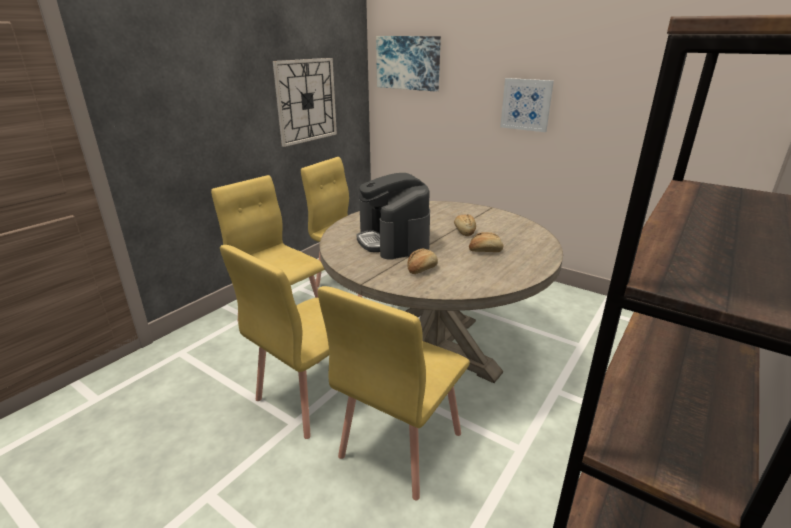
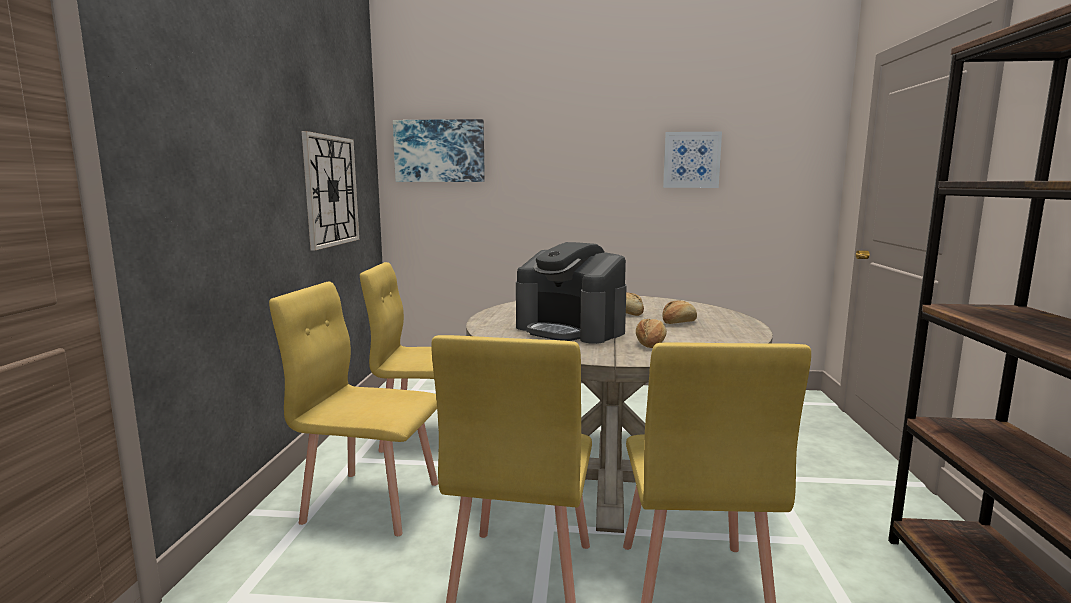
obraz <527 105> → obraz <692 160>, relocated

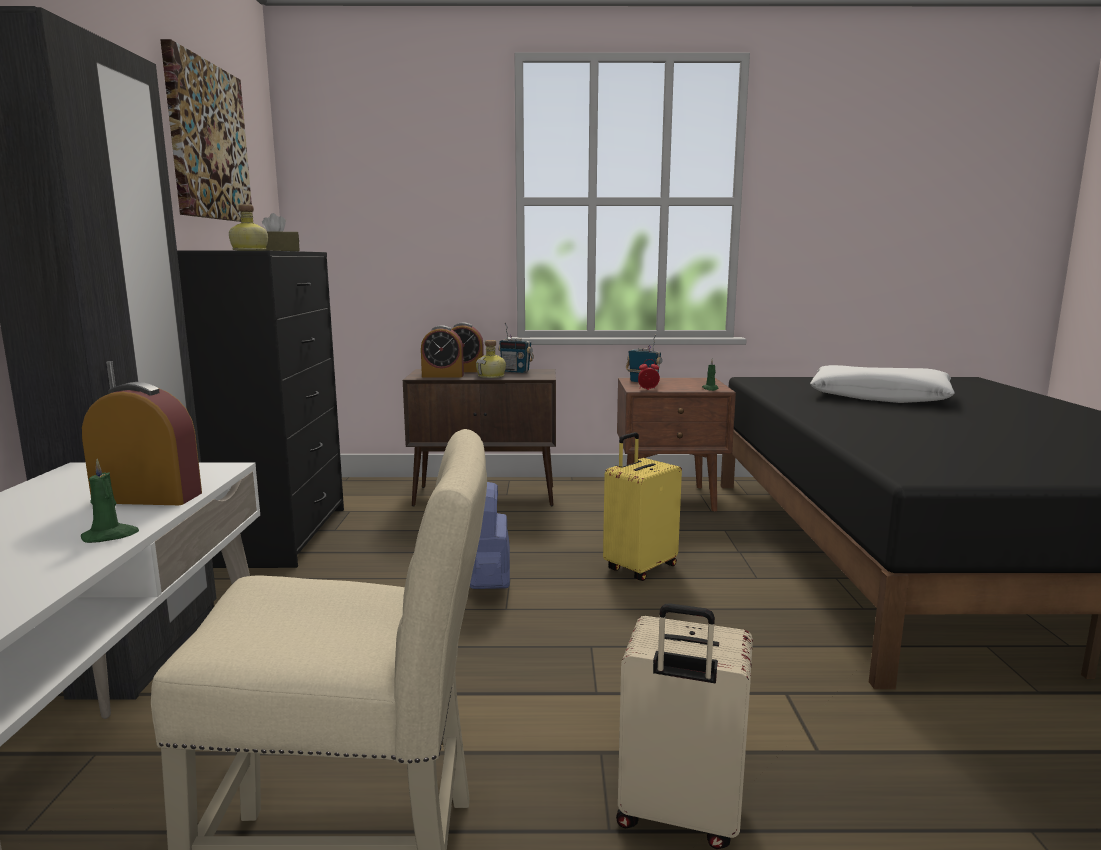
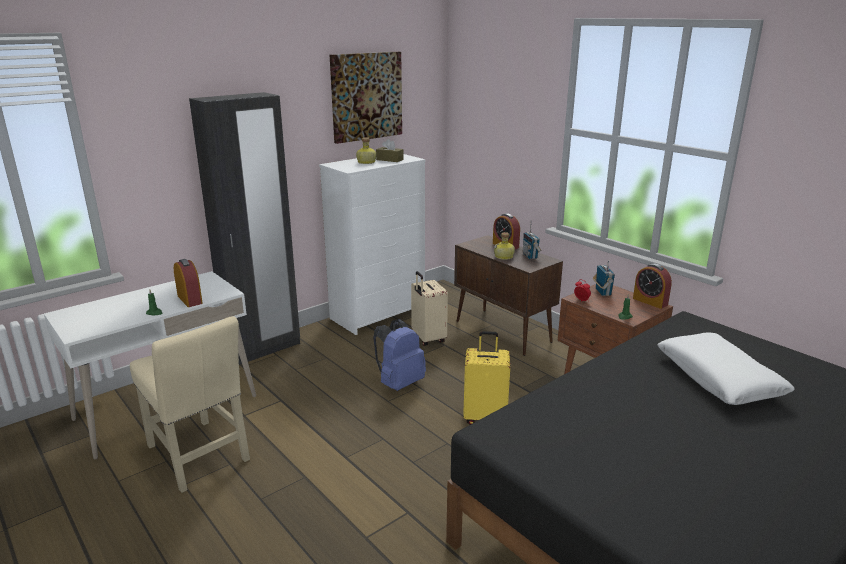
budzik <442 351> → budzik <652 286>, relocated
walizka (beżowy) <684 726> → walizka (beżowy) <429 308>, relocated
komoda (czarny) <260 409> → komoda (biały) <372 244>

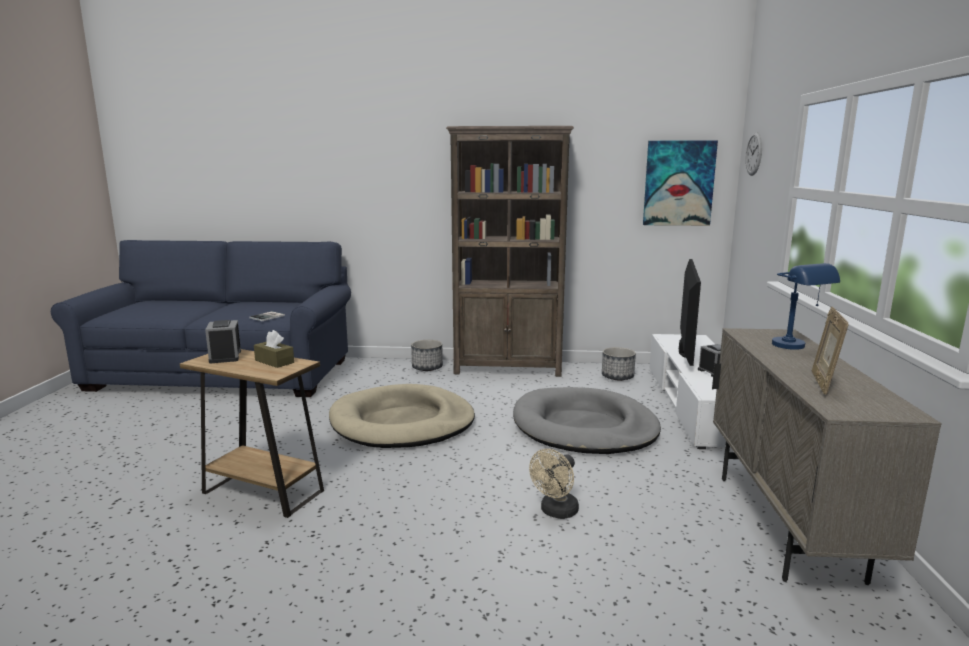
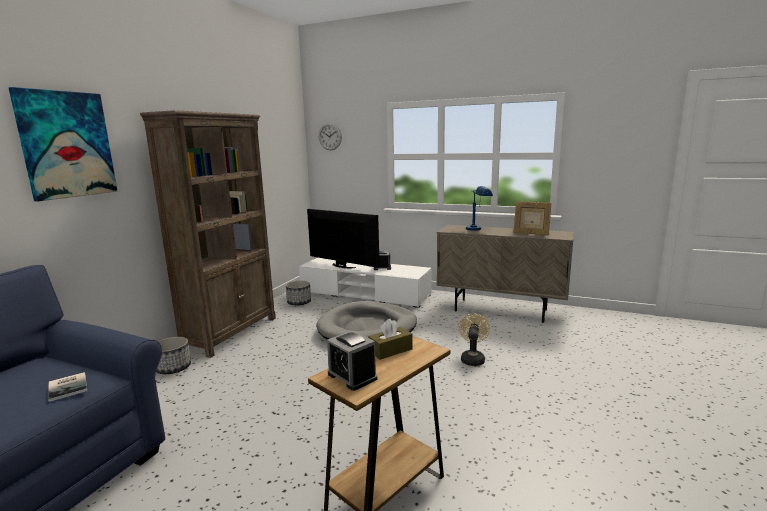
legowisko (beżowy) <402 416> → -
obraz <680 183> → obraz <62 144>, relocated
budzik <223 341> → budzik <352 360>, 45 degrees clockwise
wentylator (beżowy) <554 484> → wentylator (beżowy) <474 340>, 135 degrees counterclockwise

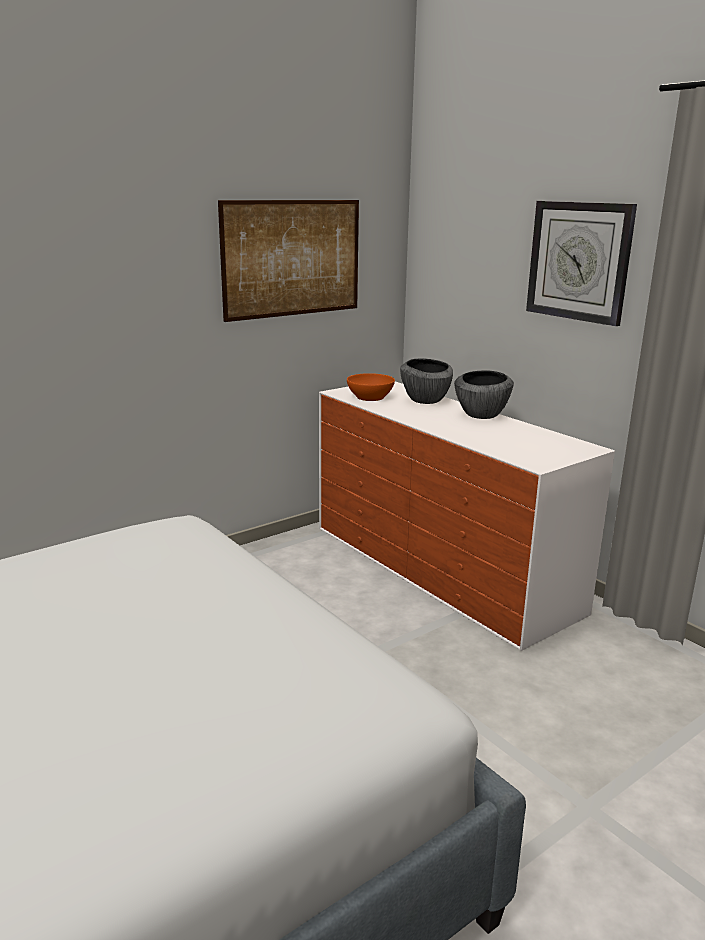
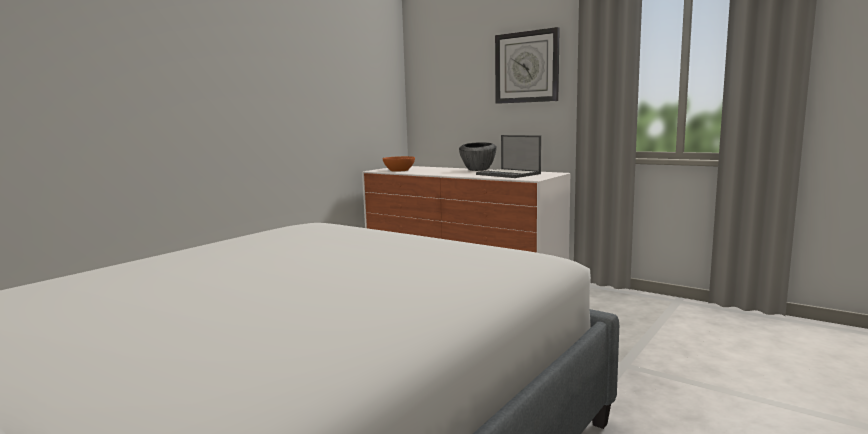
obraz <288 261> → -
miska <426 381> → -
- → laptop <508 156>

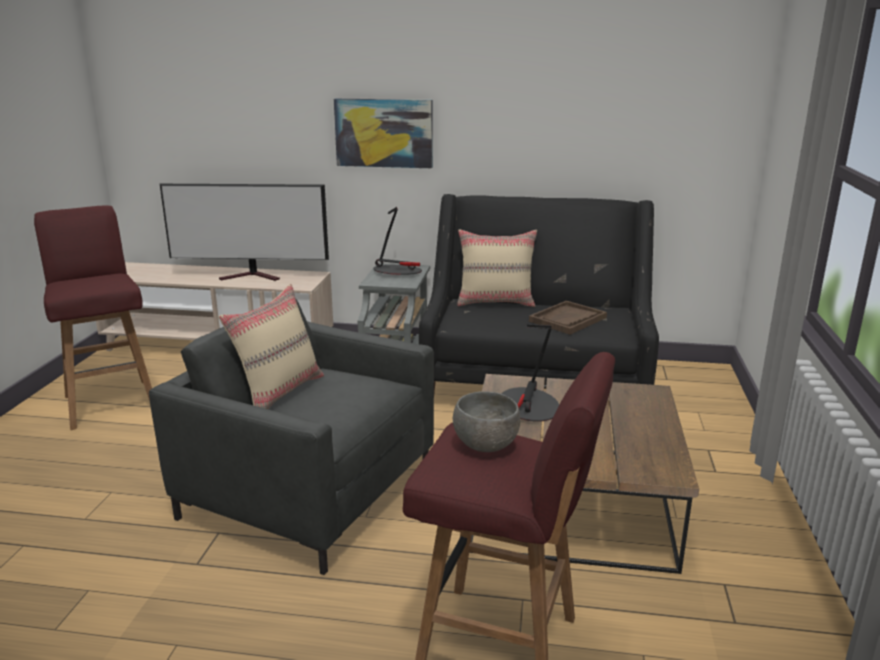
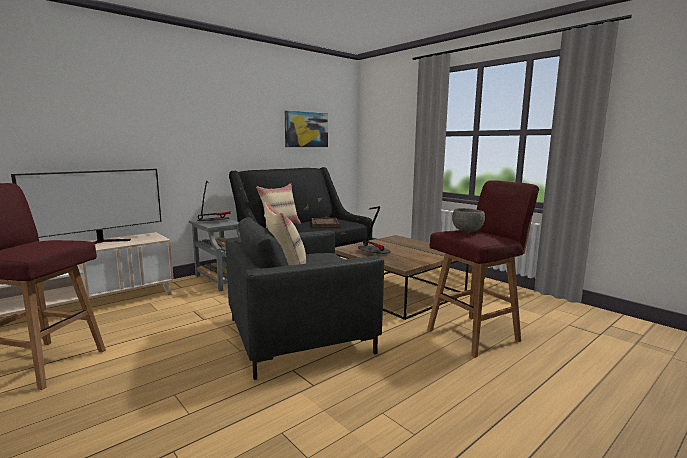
obraz <383 133> → obraz <306 129>, relocated

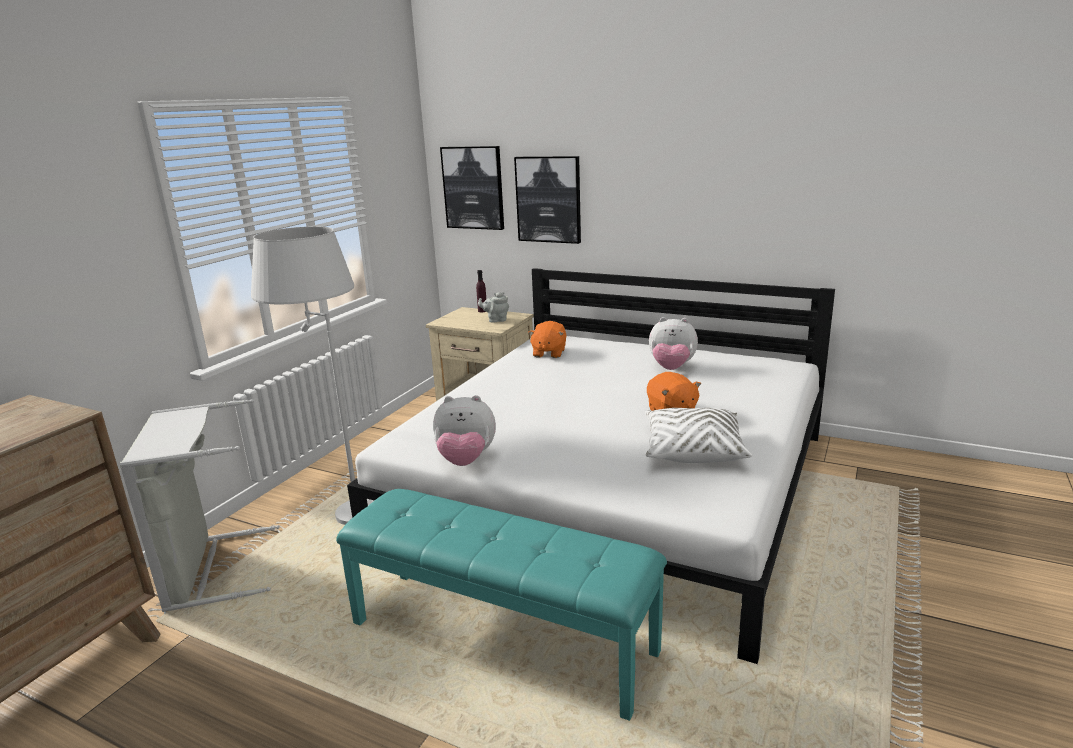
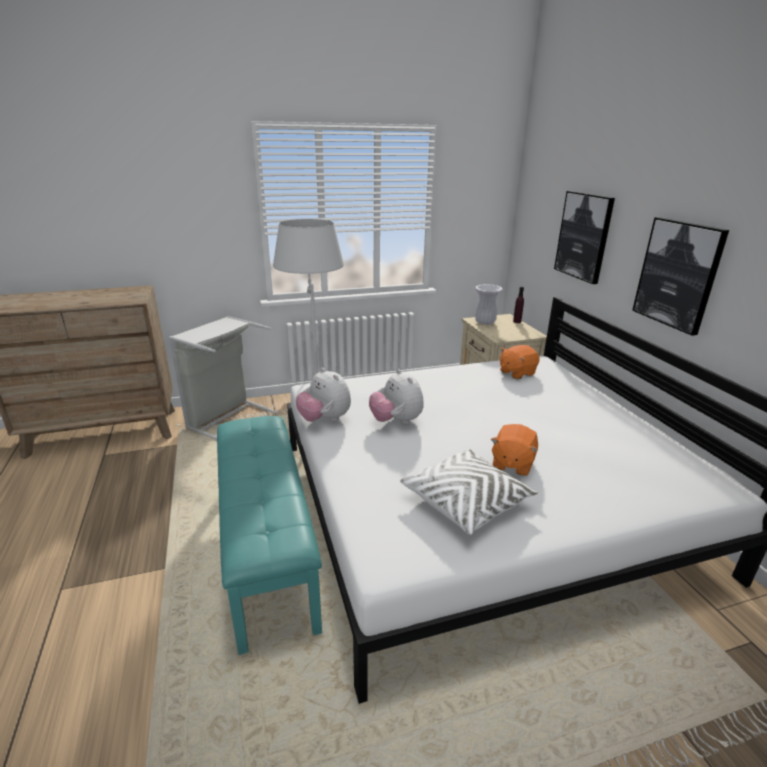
imbryk (szary) <493 307> → -
- → wazon (biały) <489 304>
obraz <472 188> → obraz <680 276>, relocated
pluszak <673 343> → pluszak <396 396>, relocated

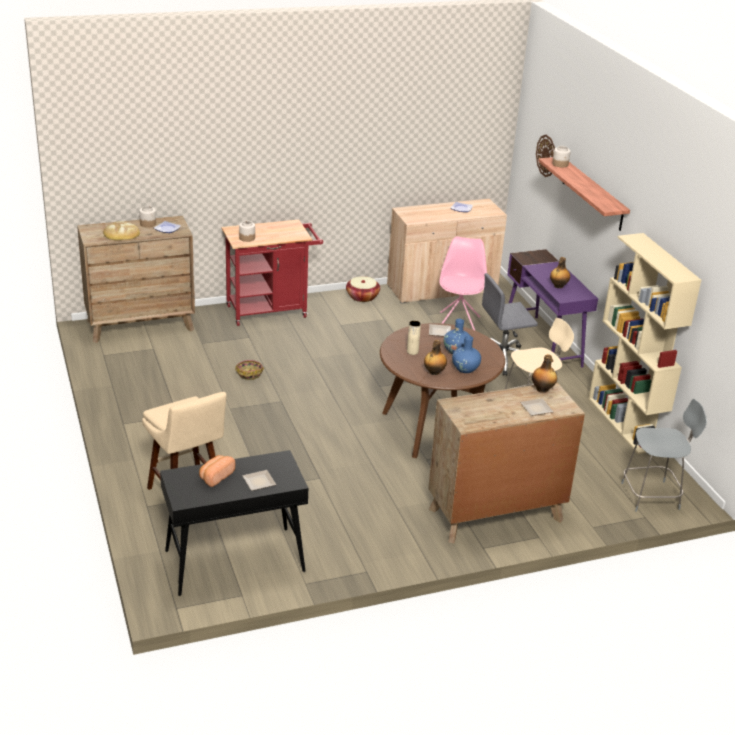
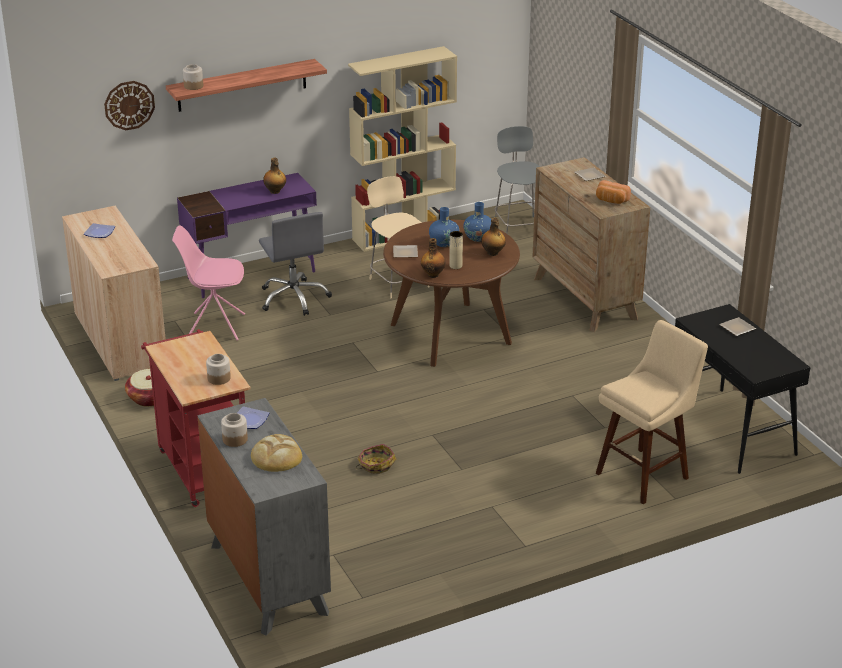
chleb <217 471> → chleb <613 192>, relocated
butelka <544 373> → butelka <433 258>, relocated
komoda (brązowy) <136 279> → komoda (szary) <264 517>

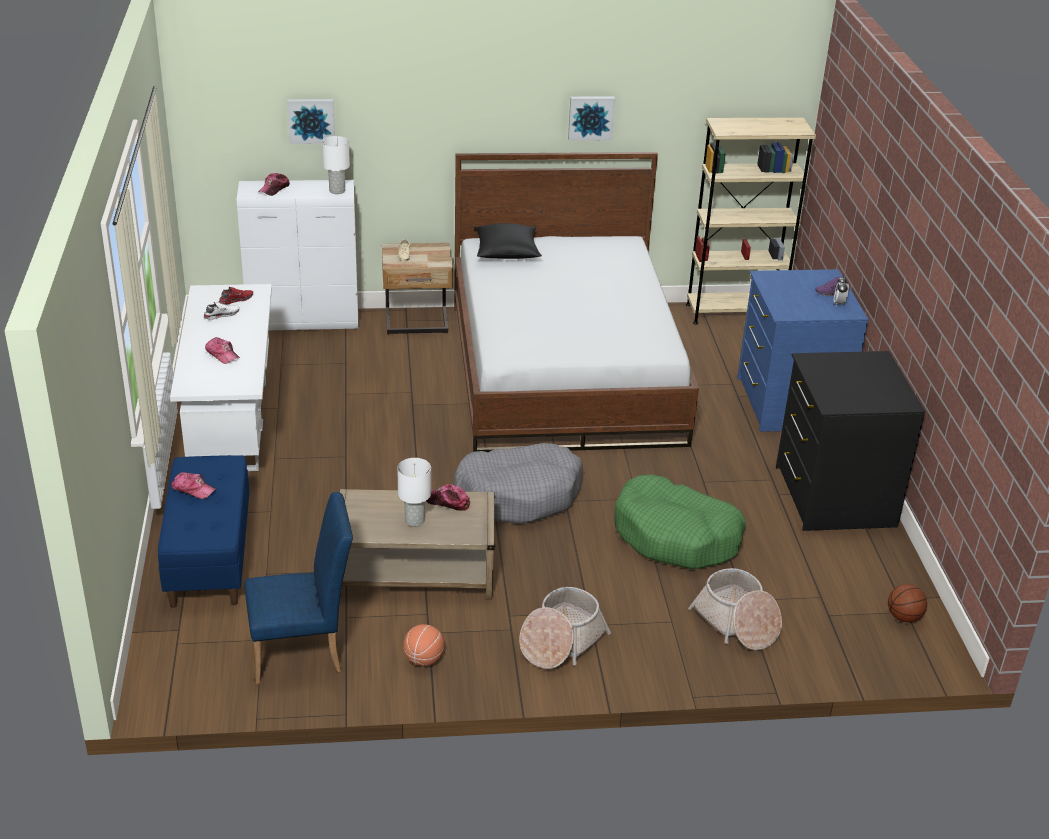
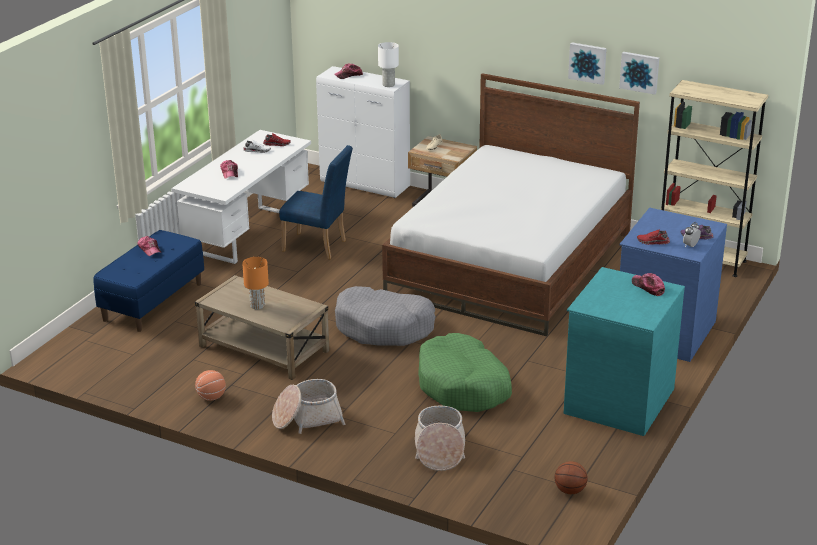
poduszka (czarny) <508 241> → -
- → but (czerwony) <653 237>
krzesło (niebieski) <298 588> → krzesło (niebieski) <316 202>, relocated
obraz <311 121> → obraz <639 73>, relocated
czapka z daszkiem <448 497> → czapka z daszkiem <648 284>, relocated
lampa stołowa (biały) <414 492> → lampa stołowa (pomarańczowy) <255 283>
komoda (czarny) <850 441> → komoda (turkusowy) <624 351>

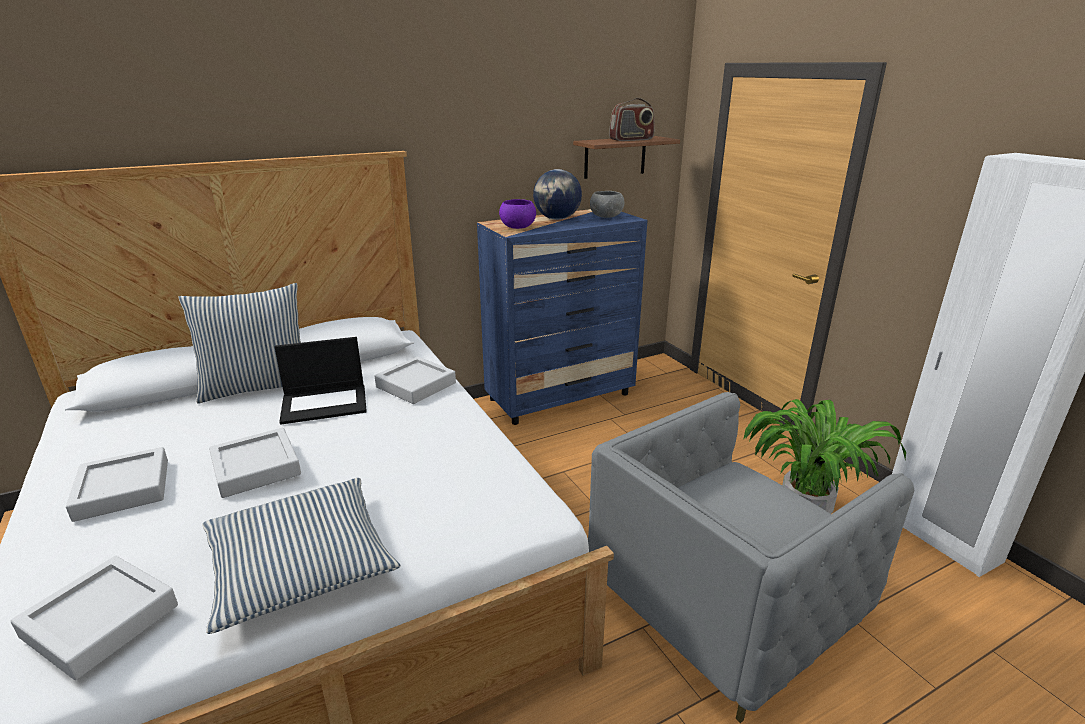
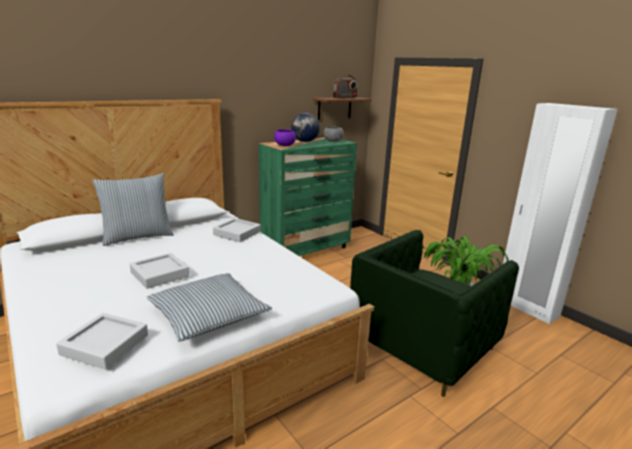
taca (szary) <117 484> → -
laptop <321 381> → -
komoda (niebieski) <562 317> → komoda (zielony) <308 197>
fotel (szary) <751 557> → fotel (zielony) <434 313>

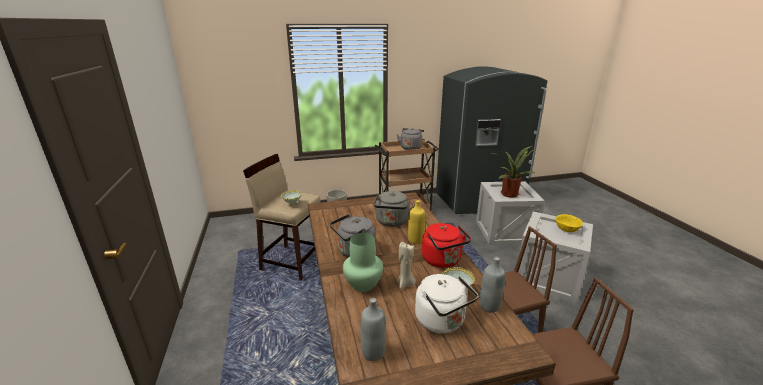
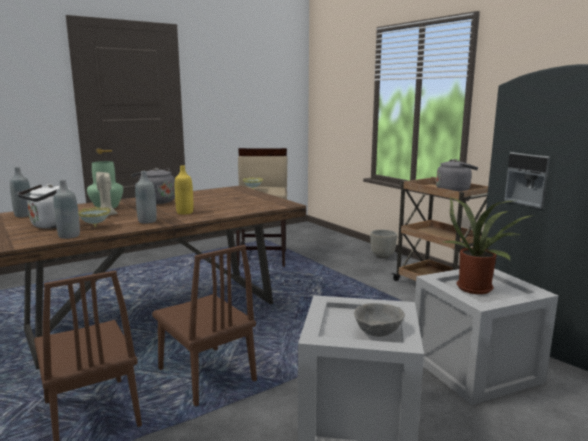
czajnik (szary) <394 209> → -
czajnik (czerwony) <446 245> → butelka (szary) <146 197>
miska (żółty) <569 223> → miska (szary) <379 320>

